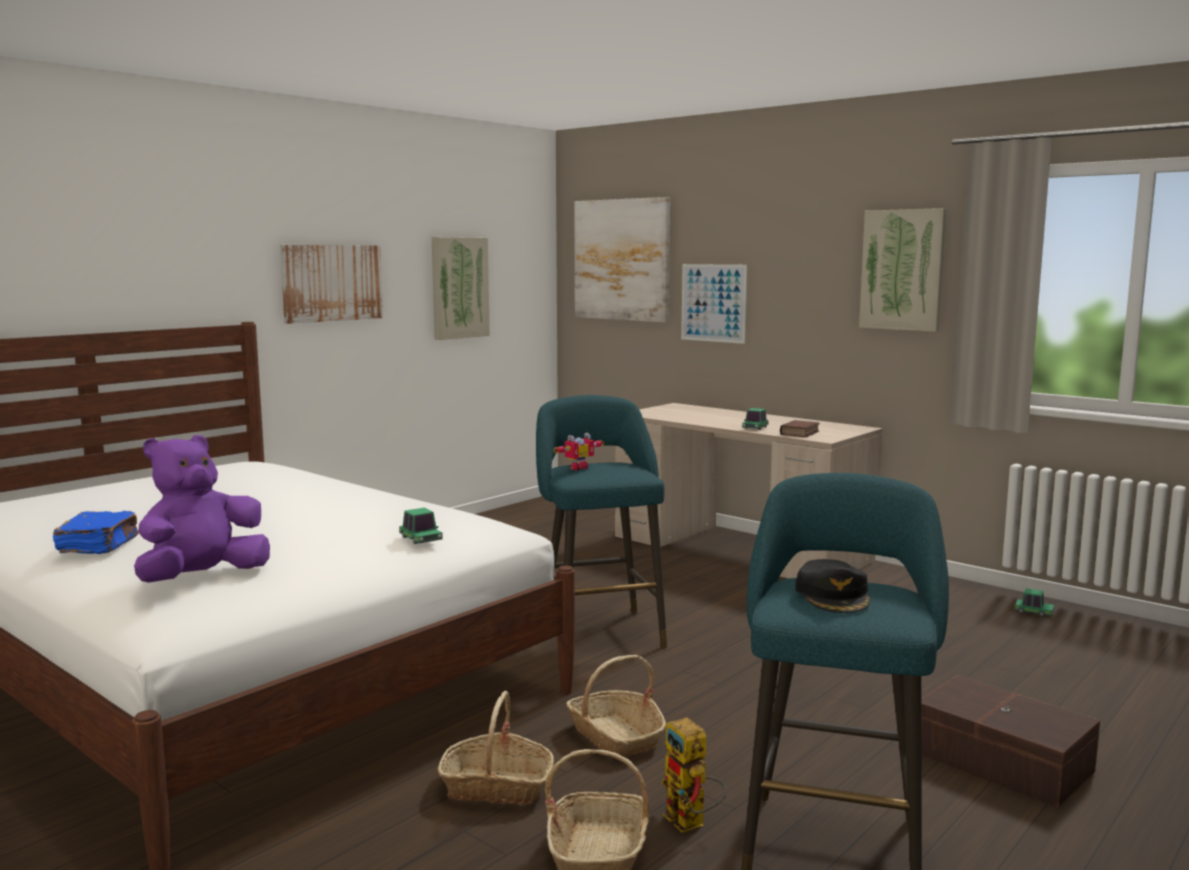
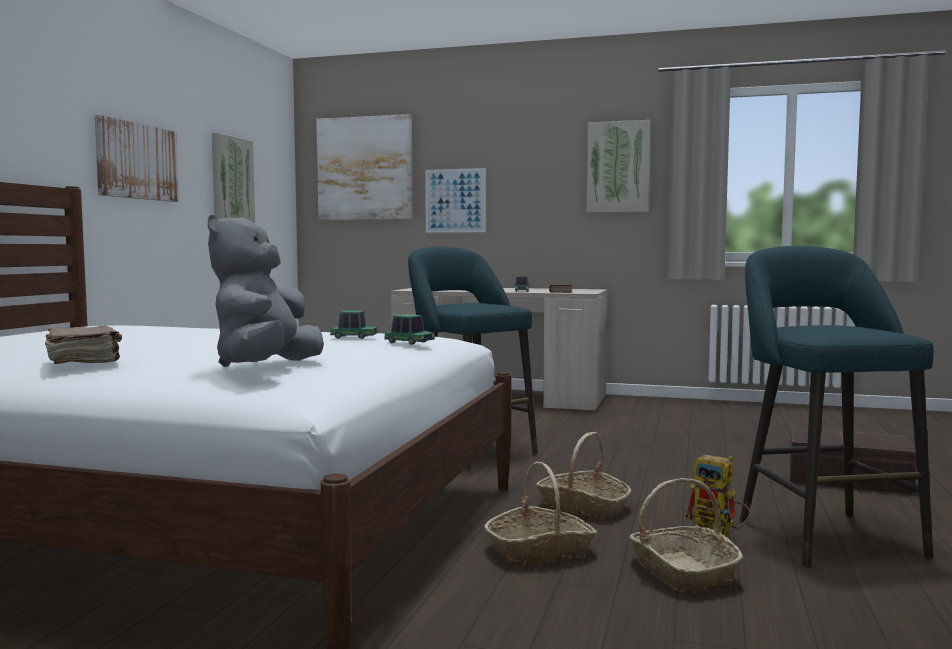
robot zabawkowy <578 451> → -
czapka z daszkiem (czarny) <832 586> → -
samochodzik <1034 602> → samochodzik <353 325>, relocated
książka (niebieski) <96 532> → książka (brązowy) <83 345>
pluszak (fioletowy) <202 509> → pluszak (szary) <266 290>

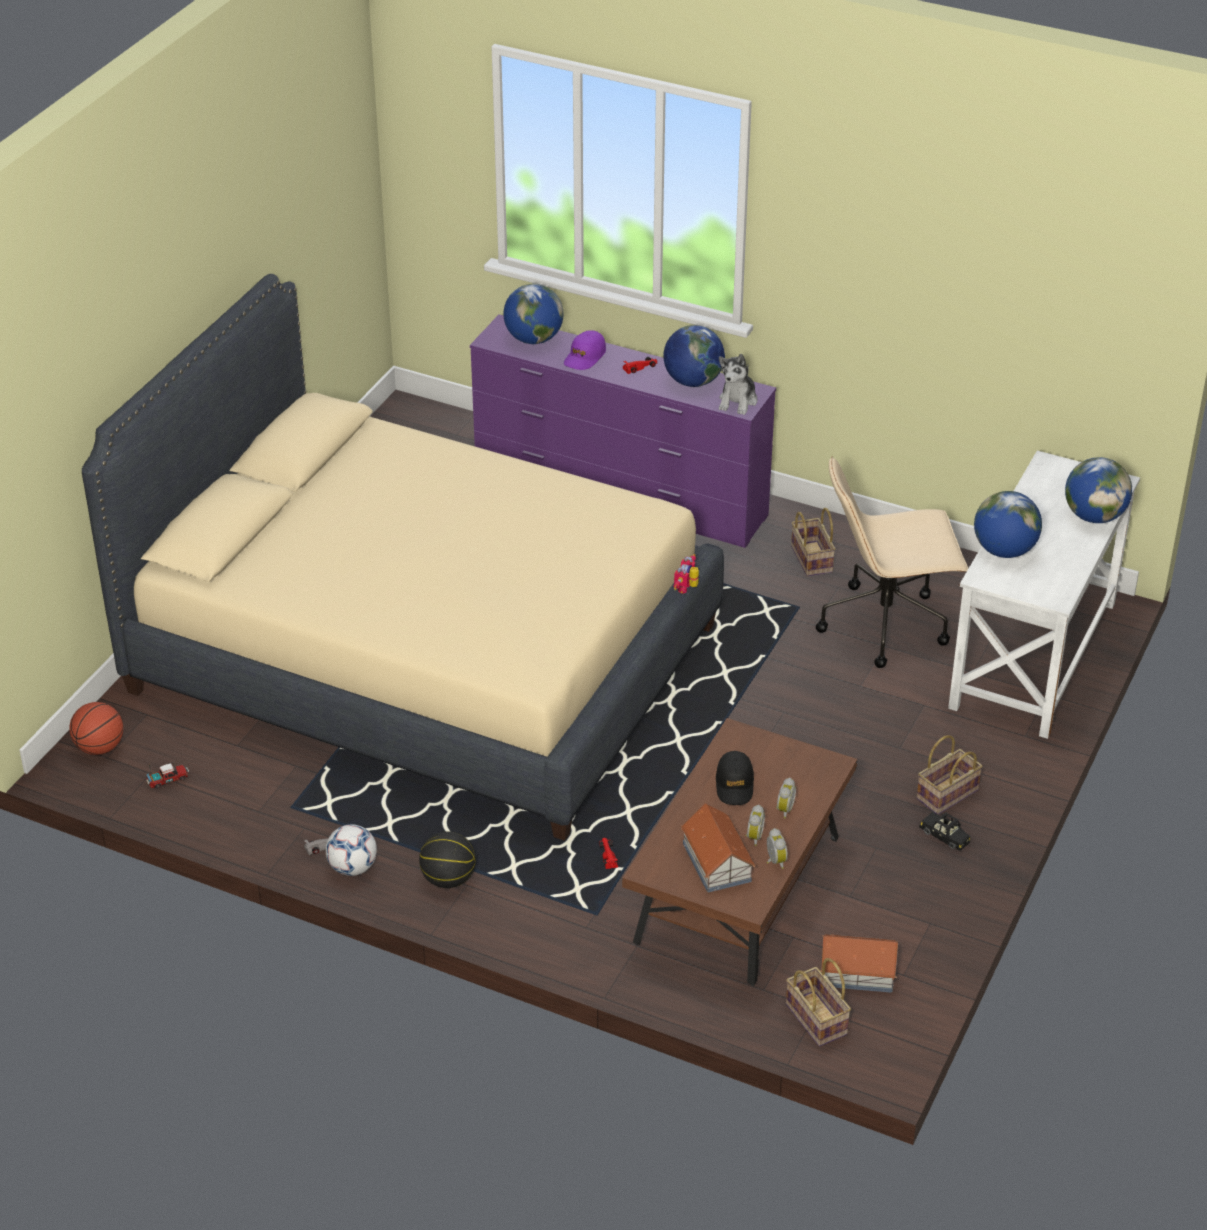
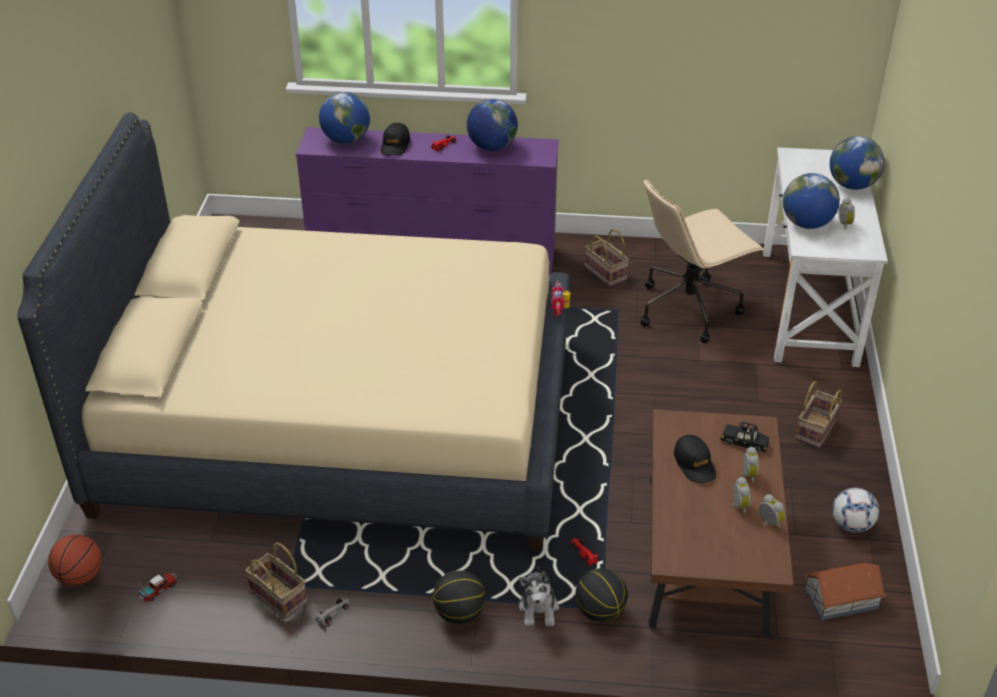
domek <718 847> → -
- → piłka do koszykówki <601 595>
- → budzik <847 214>
piłka futbolowa <351 850> → piłka futbolowa <856 510>, relocated
pluszak <738 384> → pluszak <539 597>, relocated
koszyk <818 1002> → koszyk <276 581>, relocated
samochodzik (czarny) <944 831> → samochodzik (czarny) <745 436>, relocated
czapka z daszkiem (fioletowy) <585 350> → czapka z daszkiem (czarny) <395 139>

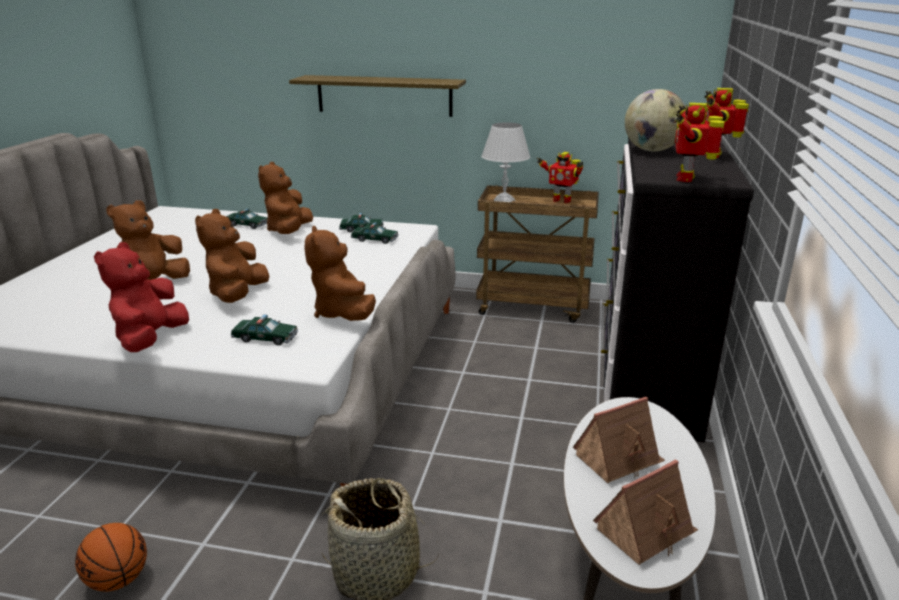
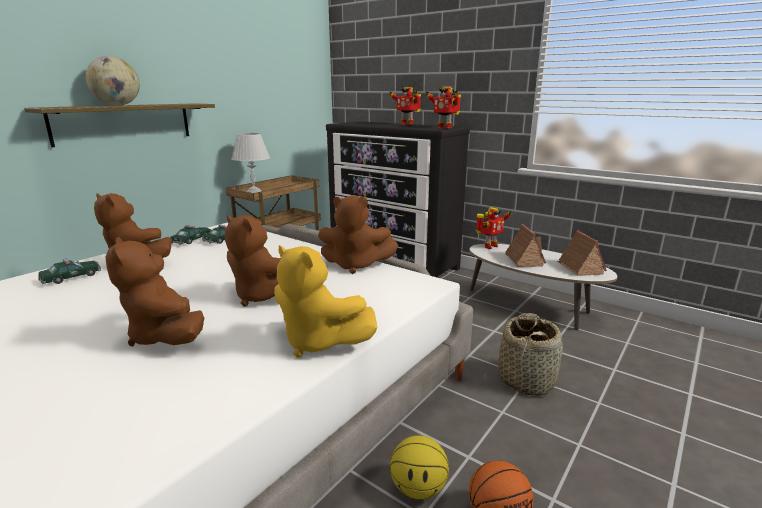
samochodzik <264 330> → -
- → piłka do koszykówki <419 467>
robot zabawkowy <560 177> → robot zabawkowy <494 228>, relocated
globus <655 120> → globus <113 81>, relocated
pluszak (czerwony) <141 297> → pluszak (żółty) <326 301>

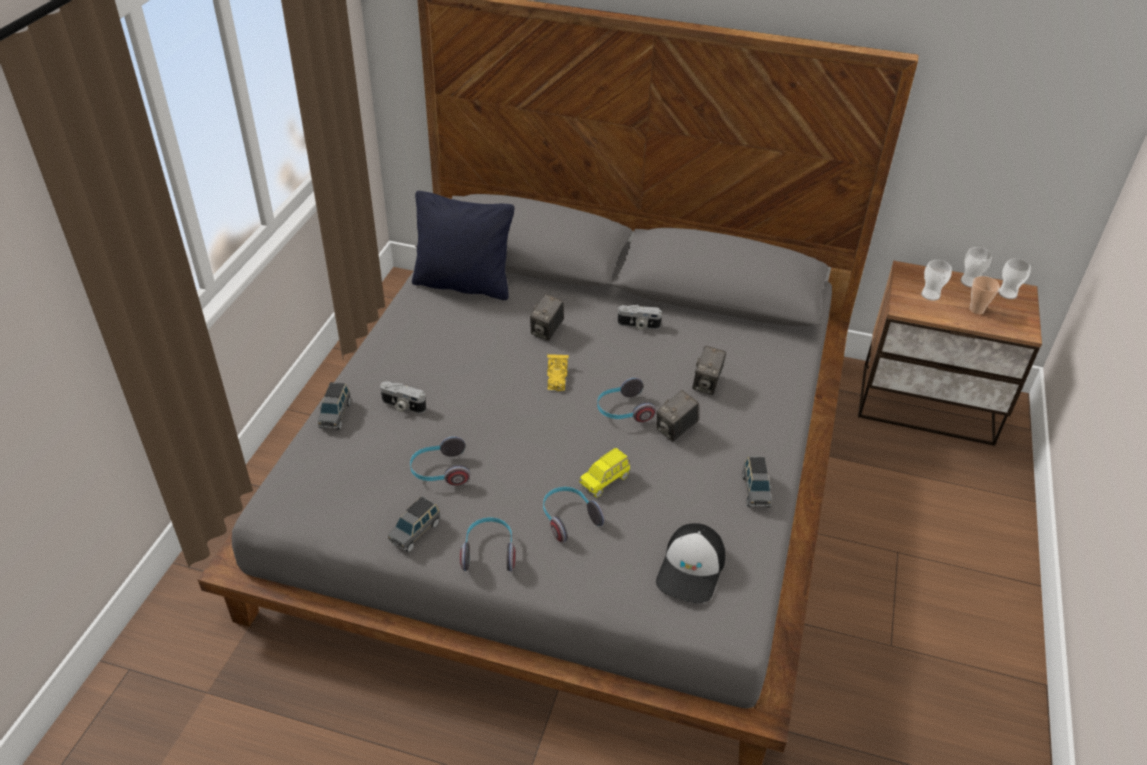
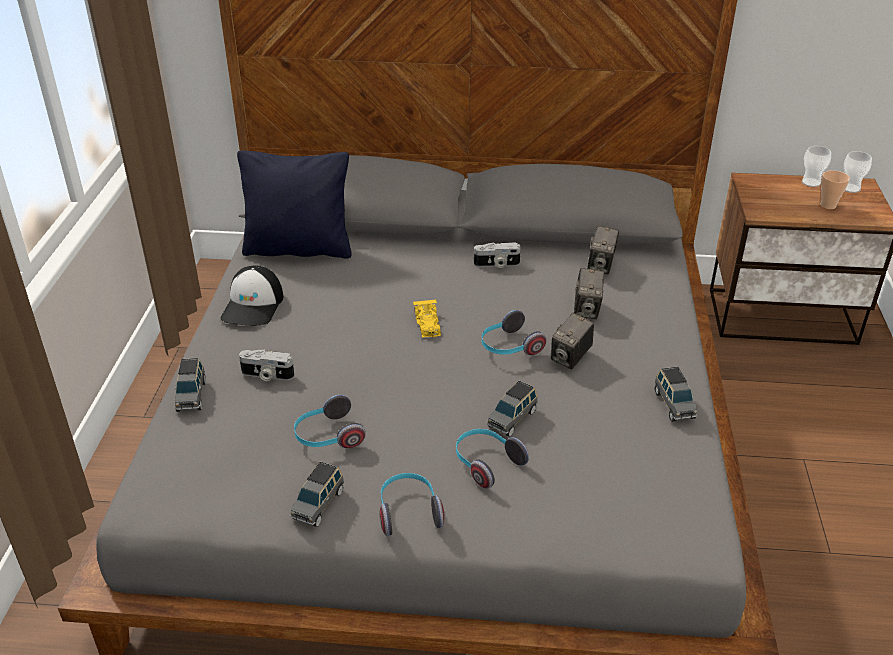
filiżanka <936 280> → -
aparat fotograficzny <547 317> → aparat fotograficzny <603 250>, relocated
czapka z daszkiem <690 563> → czapka z daszkiem <252 296>, relocated
samochodzik (żółty) <604 473> → samochodzik (szary) <512 409>

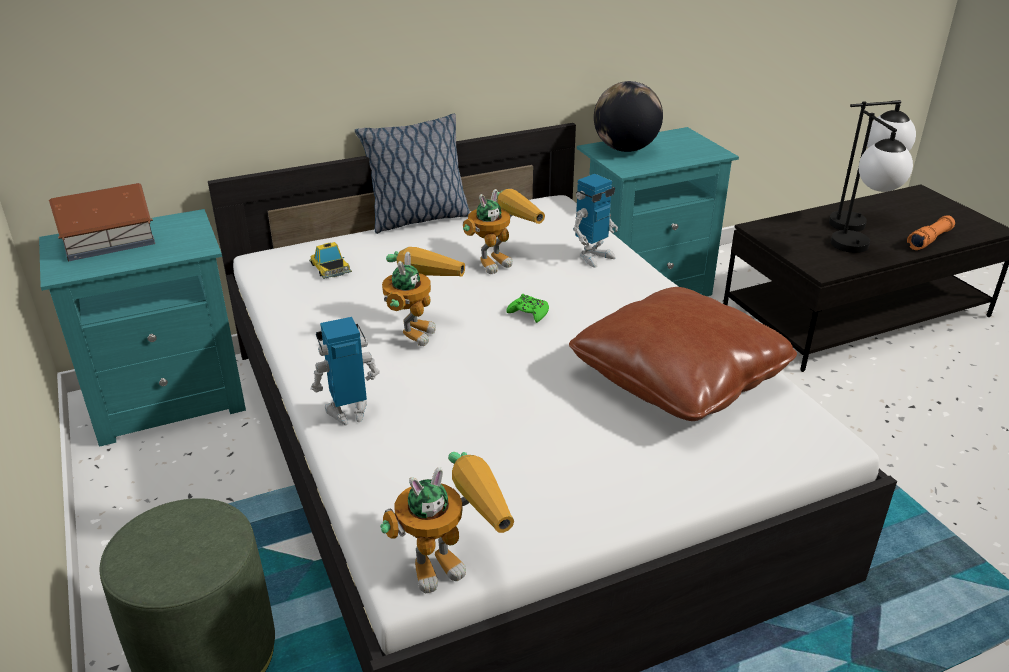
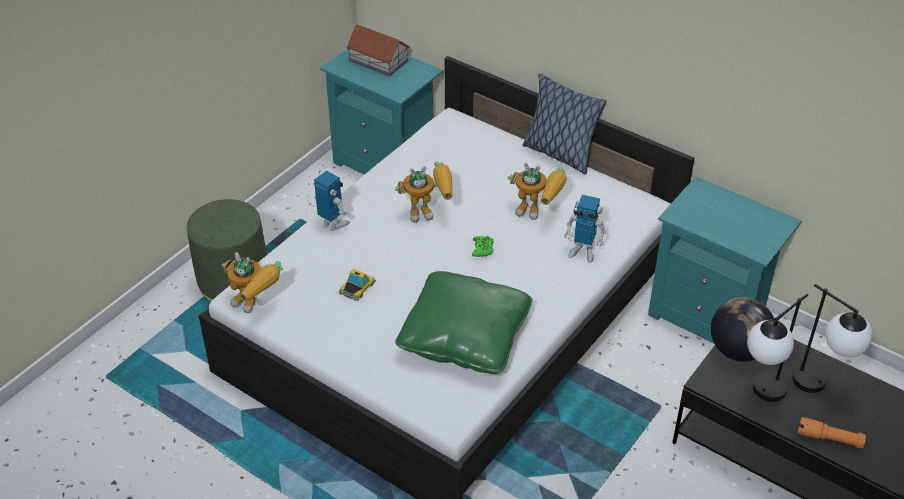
samochodzik <330 260> → samochodzik <357 285>, relocated
globus <628 116> → globus <743 329>, relocated
poduszka (brązowy) <683 354> → poduszka (zielony) <463 322>

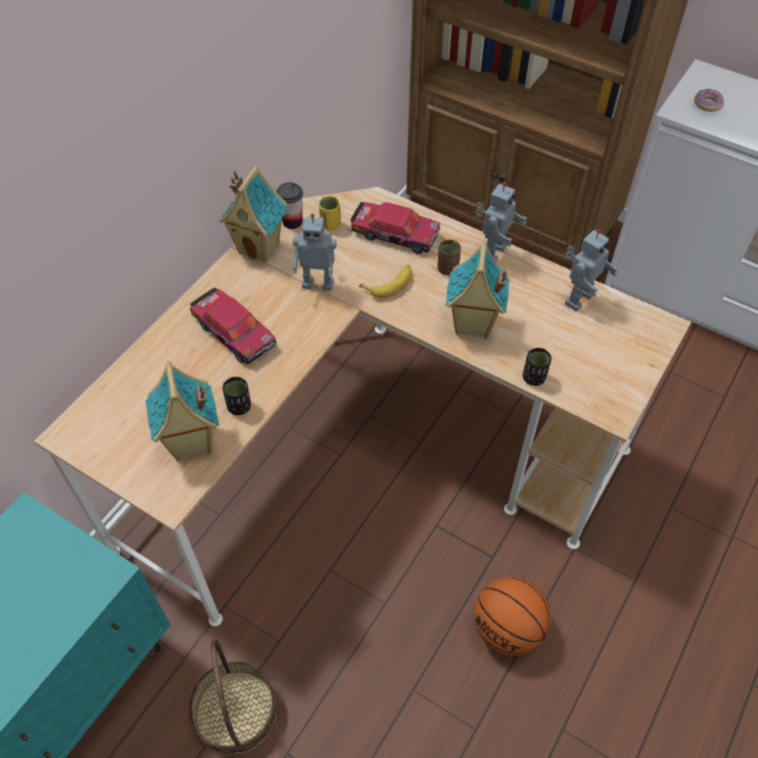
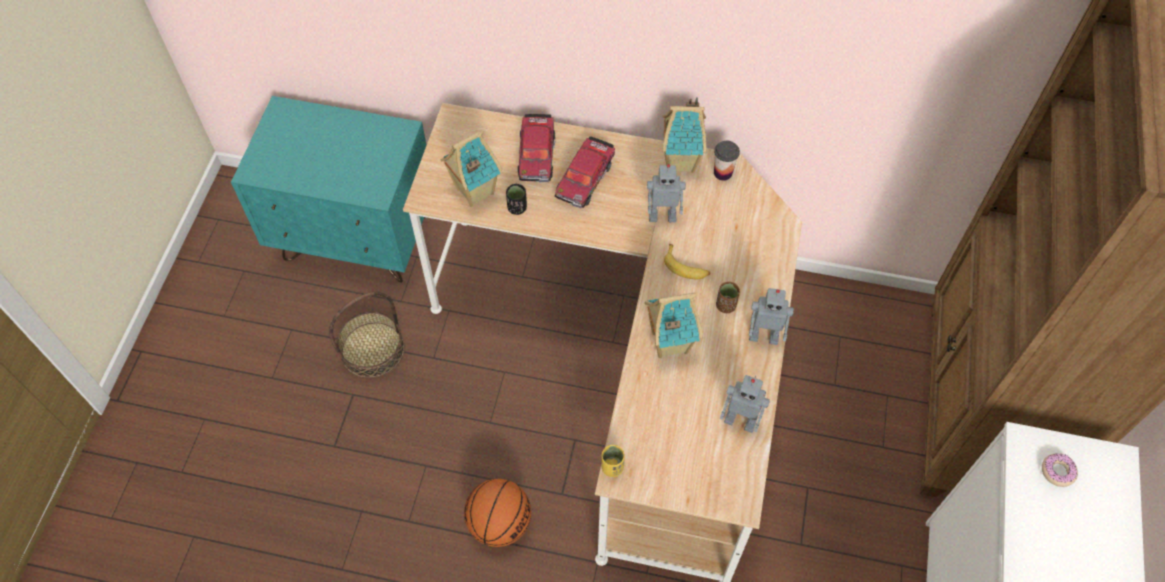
filiżanka (czarny) <537 367> → -
filiżanka (żółty) <330 213> → filiżanka (żółty) <613 461>, relocated
samochodzik <395 228> → samochodzik <536 148>, relocated
robot zabawkowy <315 252> → robot zabawkowy <666 193>, 75 degrees counterclockwise

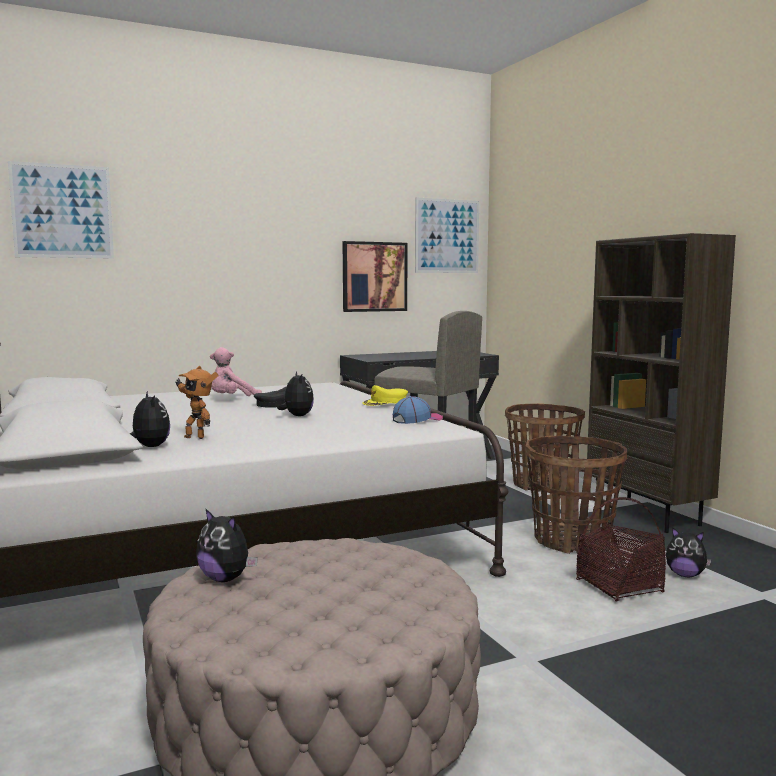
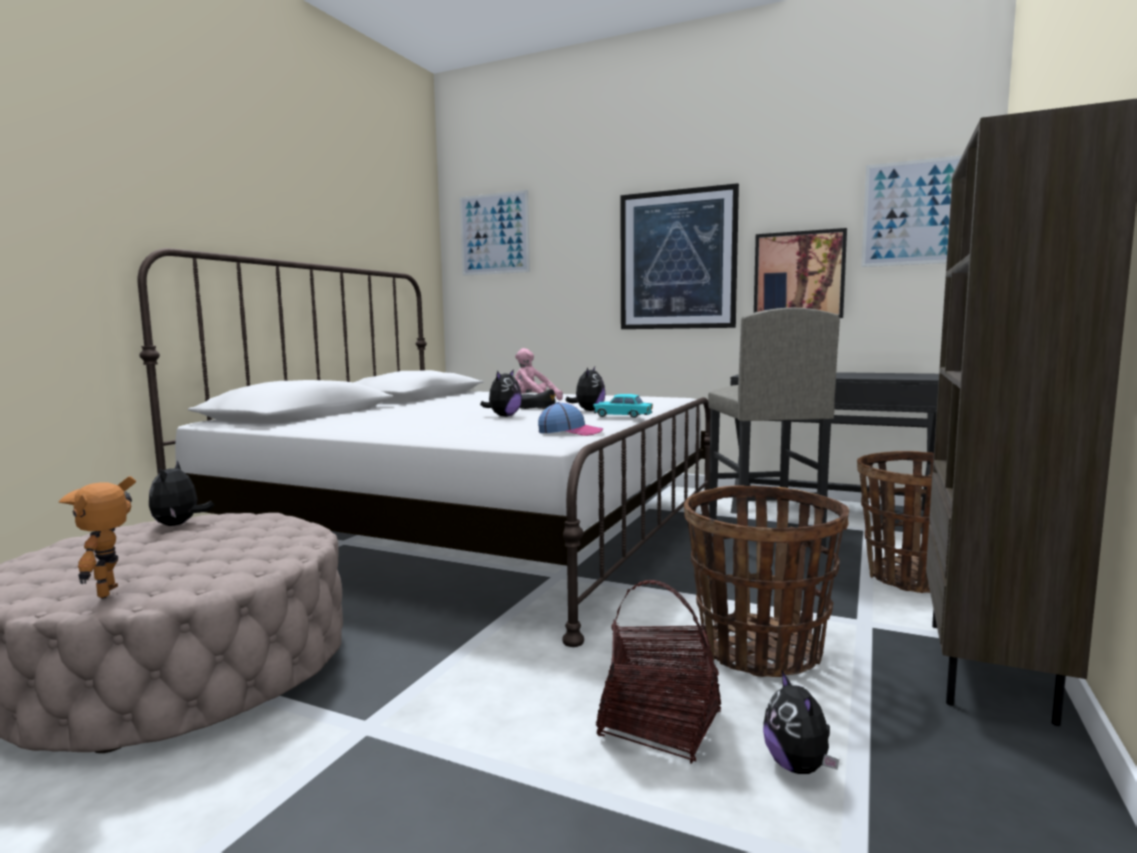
- → obraz <679 256>
pluszak <150 419> → pluszak <585 389>, relocated
robot zabawkowy <197 402> → robot zabawkowy <97 537>, relocated
czapka z daszkiem (żółty) <385 395> → samochodzik (turkusowy) <623 406>

